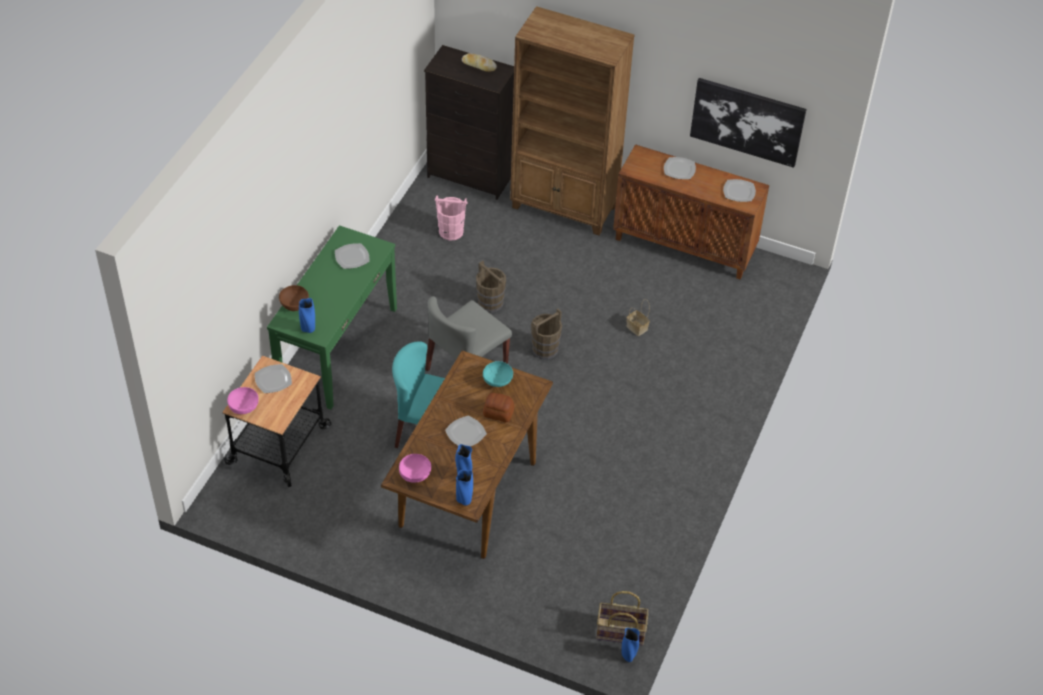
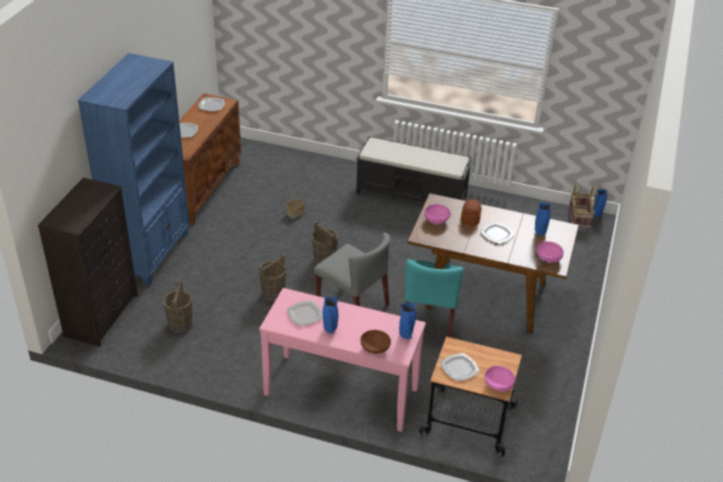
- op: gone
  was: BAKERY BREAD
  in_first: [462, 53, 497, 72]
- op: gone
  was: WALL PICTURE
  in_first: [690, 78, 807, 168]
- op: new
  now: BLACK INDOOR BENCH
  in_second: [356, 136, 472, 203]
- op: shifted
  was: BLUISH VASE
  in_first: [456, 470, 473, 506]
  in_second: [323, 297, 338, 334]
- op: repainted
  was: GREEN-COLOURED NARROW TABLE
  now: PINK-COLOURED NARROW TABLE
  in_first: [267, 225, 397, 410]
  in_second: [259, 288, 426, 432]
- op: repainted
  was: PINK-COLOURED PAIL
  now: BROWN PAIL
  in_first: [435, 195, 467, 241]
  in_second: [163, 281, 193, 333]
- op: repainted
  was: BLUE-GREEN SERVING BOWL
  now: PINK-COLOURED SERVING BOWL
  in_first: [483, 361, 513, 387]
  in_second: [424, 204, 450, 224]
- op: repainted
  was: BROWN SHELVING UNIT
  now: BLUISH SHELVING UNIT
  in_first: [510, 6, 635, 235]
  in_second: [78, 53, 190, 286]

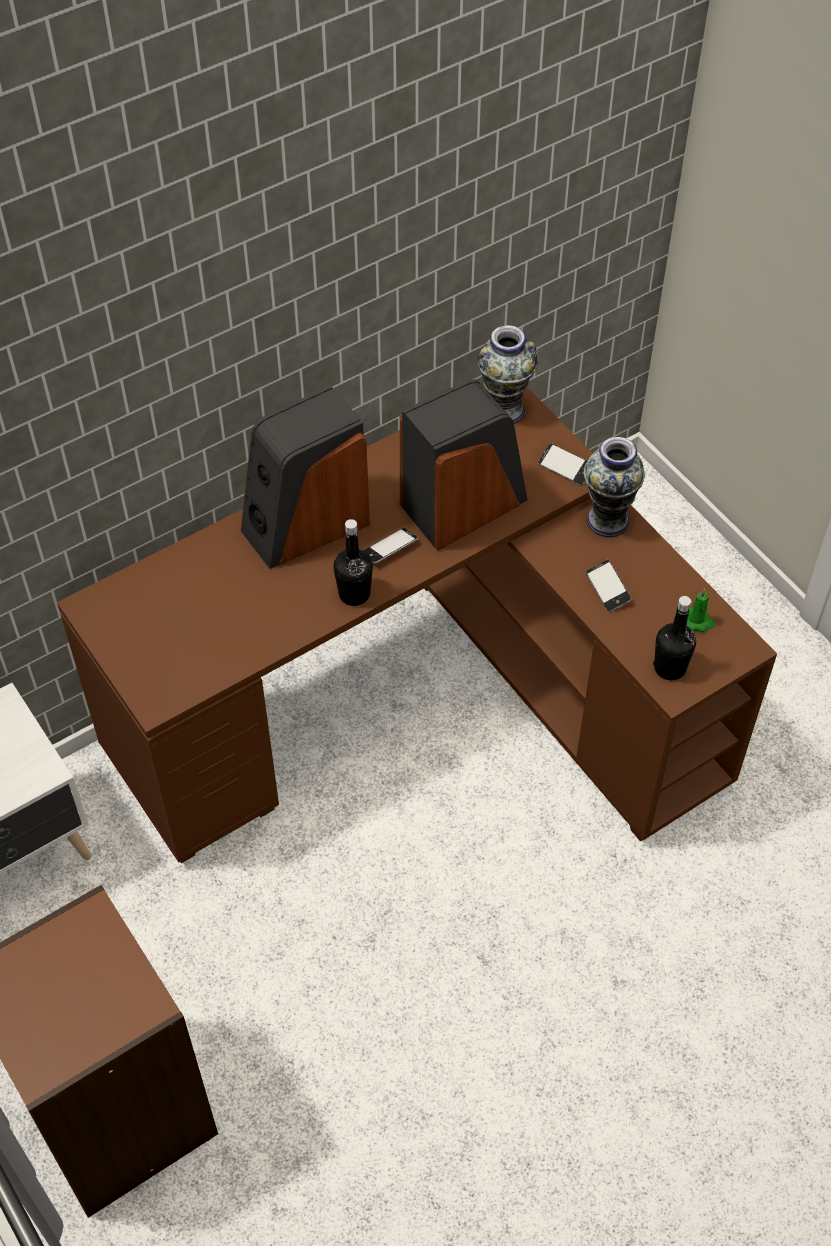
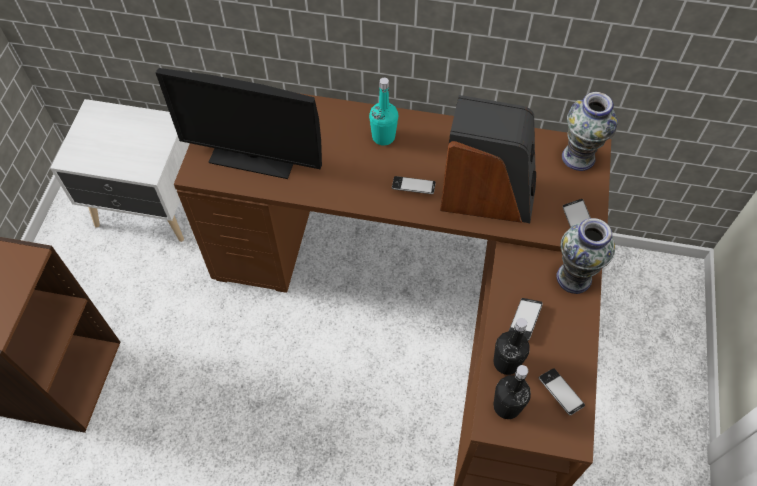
- op: new
  now: MONITOR
  in_second: [156, 68, 322, 179]
- op: shifted
  was: BLACK DRINK BOTTLE
  in_first: [334, 519, 373, 606]
  in_second: [493, 318, 530, 375]
- op: swapped
  was: LOUDSPEAKER
  now: BLUE-GREEN DRINK BOTTLE
  in_first: [241, 385, 370, 569]
  in_second: [369, 78, 398, 145]
- op: swapped
  was: GREEN-COLOURED WAX CANDLE
  now: PHONE
  in_first: [687, 589, 715, 632]
  in_second: [539, 368, 585, 415]

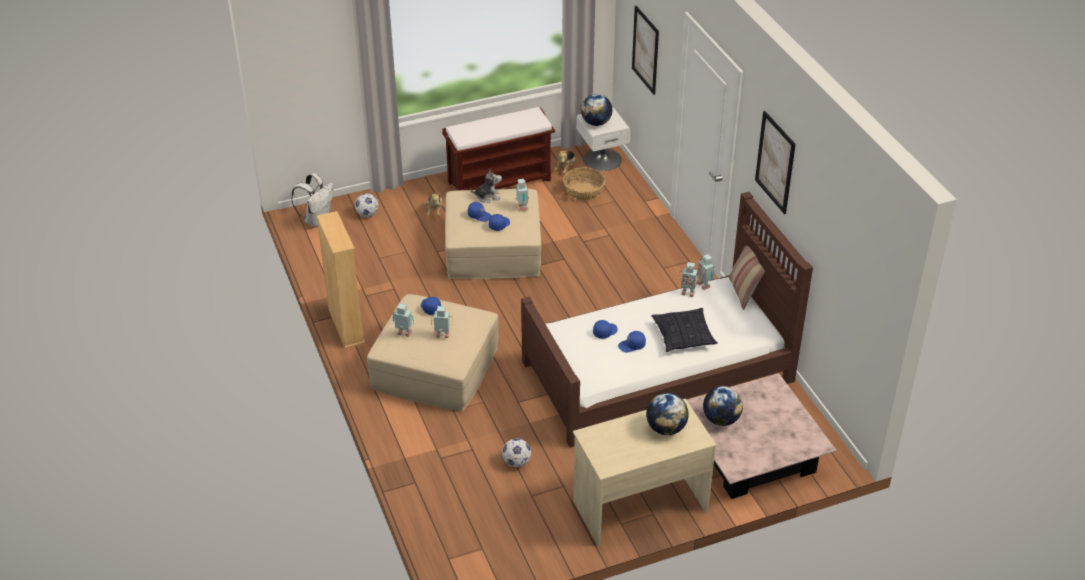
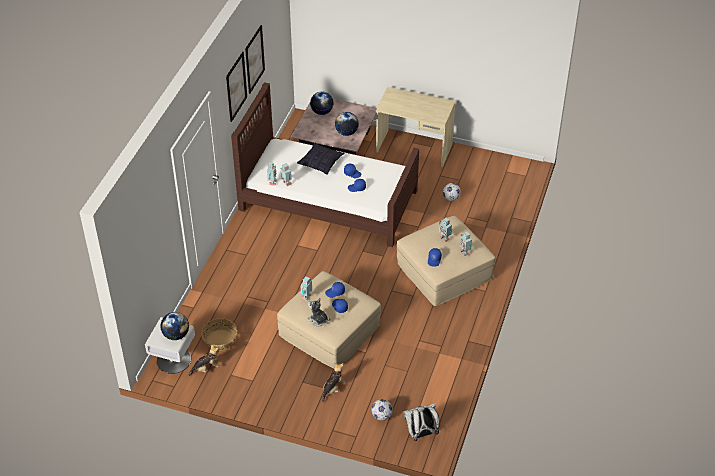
- op: gone
  was: BEIGE SHELVING UNIT
  in_first: [317, 211, 365, 348]
- op: gone
  was: BROWN INDOOR BENCH
  in_first: [442, 107, 555, 191]
- op: gone
  was: PILLOW
  in_first: [728, 246, 765, 310]
- op: shifted
  was: WALL PICTURE
  in_first: [632, 6, 659, 95]
  in_second: [245, 25, 265, 94]
- op: shifted
  was: DESK GLOBE
  in_first: [646, 393, 689, 435]
  in_second: [310, 91, 334, 115]

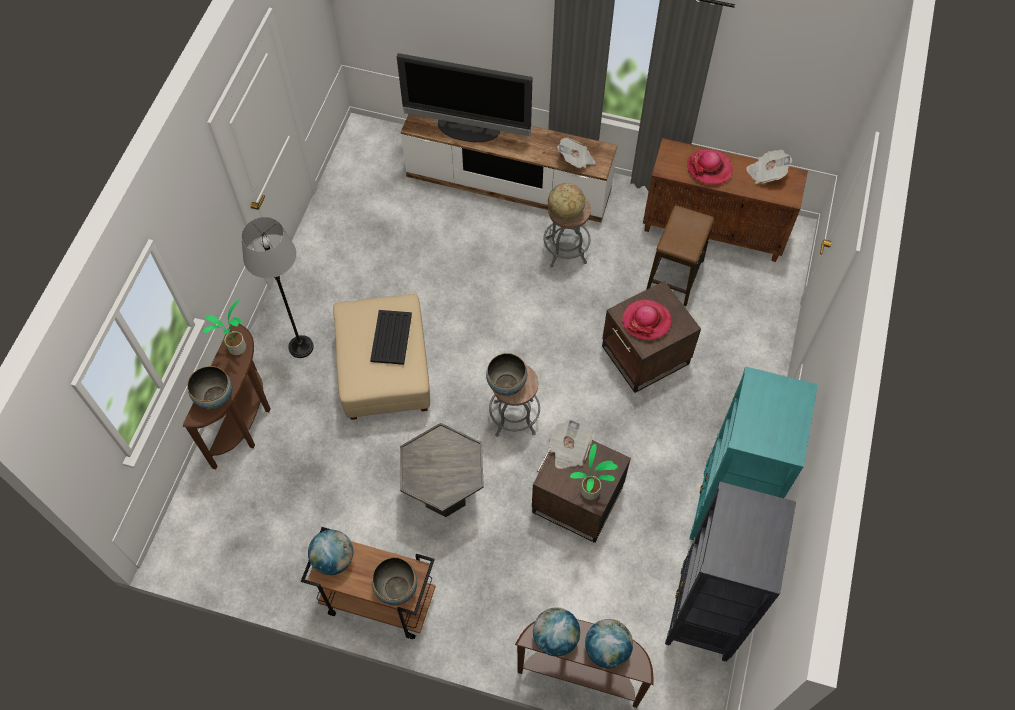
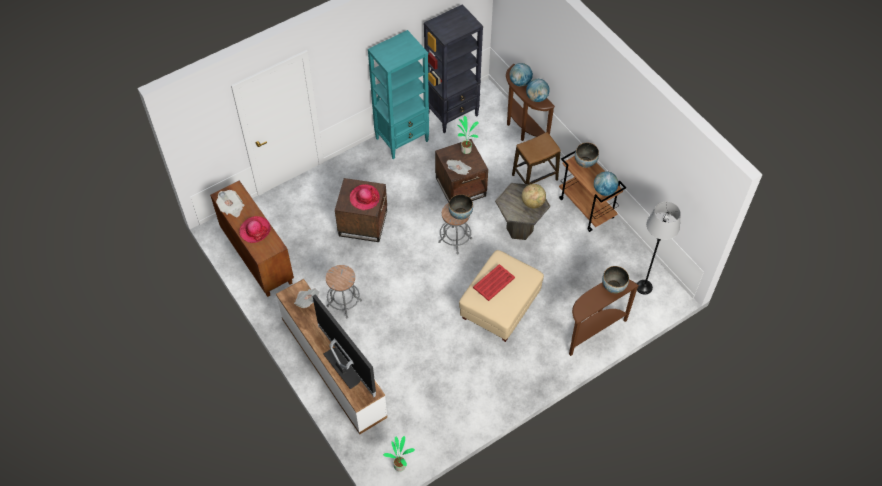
- op: shifted
  was: PLANT IN A POT
  in_first: [203, 299, 246, 355]
  in_second: [383, 436, 415, 472]
- op: shifted
  was: GREYISH FLOOR LAMP
  in_first: [241, 217, 314, 358]
  in_second: [637, 202, 681, 295]
- op: shifted
  was: DESK GLOBE
  in_first: [548, 183, 585, 221]
  in_second: [522, 184, 546, 208]
- op: shifted
  was: SITTING STOOL
  in_first: [646, 205, 714, 306]
  in_second: [512, 132, 561, 184]
- op: repainted
  was: BLACK SERVING TRAY
  now: REDDISH SERVING TRAY
  in_first: [370, 310, 412, 365]
  in_second: [473, 264, 515, 301]

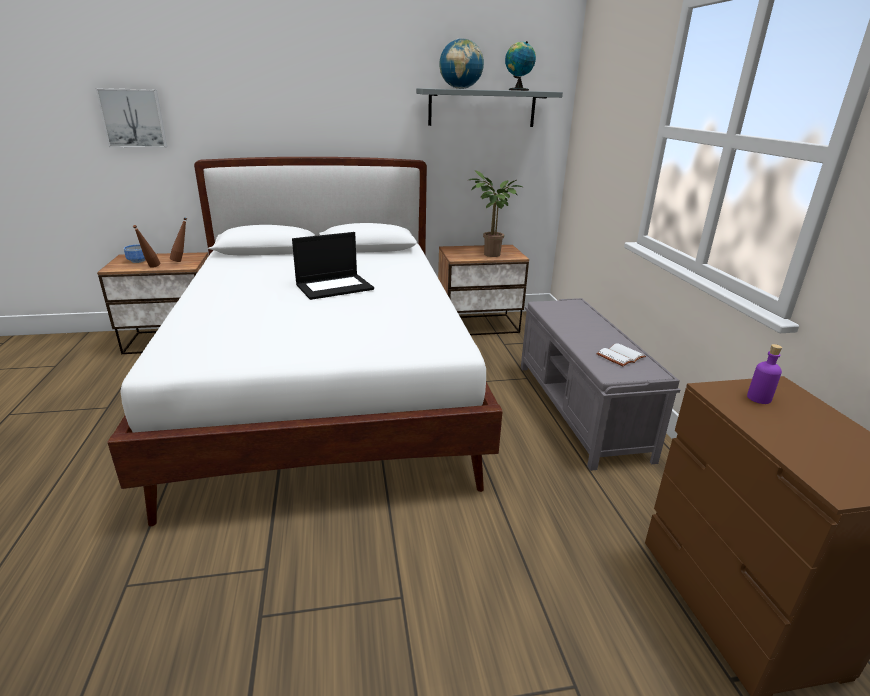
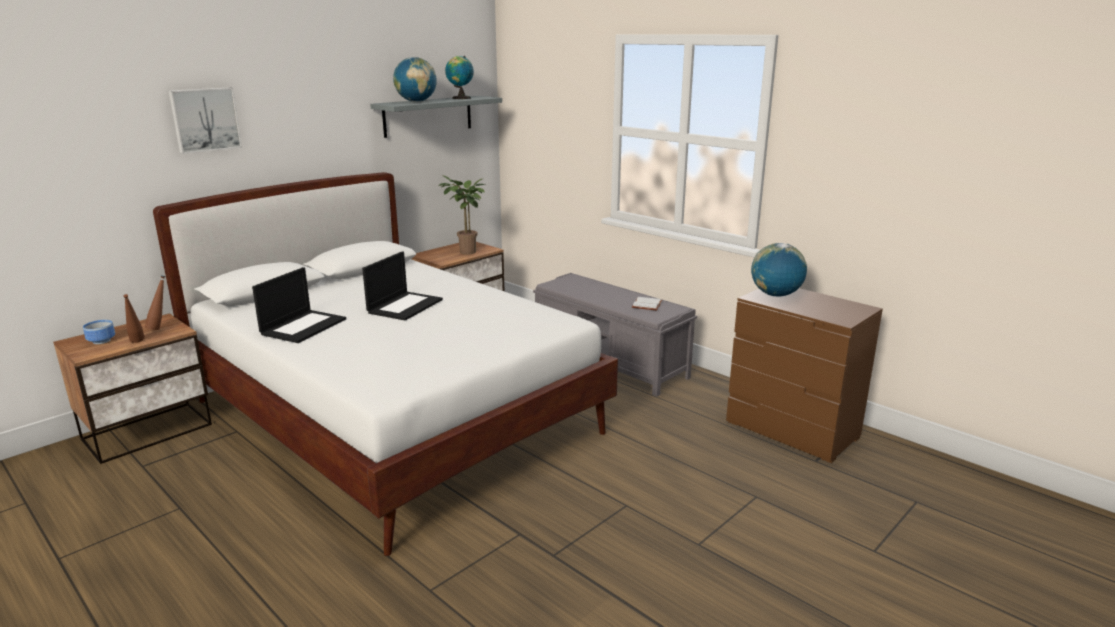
- op: new
  now: PORTABLE COMPUTER
  in_second: [252, 267, 346, 343]
- op: shifted
  was: WALL PICTURE
  in_first: [95, 88, 167, 148]
  in_second: [169, 87, 242, 154]
- op: swapped
  was: PURPLE DRINK BOTTLE
  now: DESK GLOBE
  in_first: [747, 344, 782, 404]
  in_second: [751, 243, 807, 297]

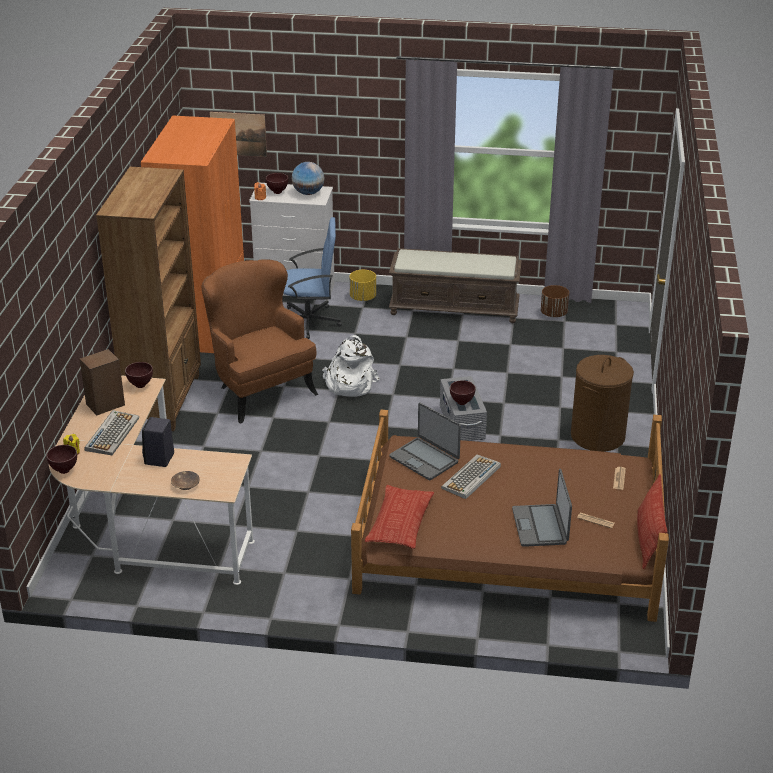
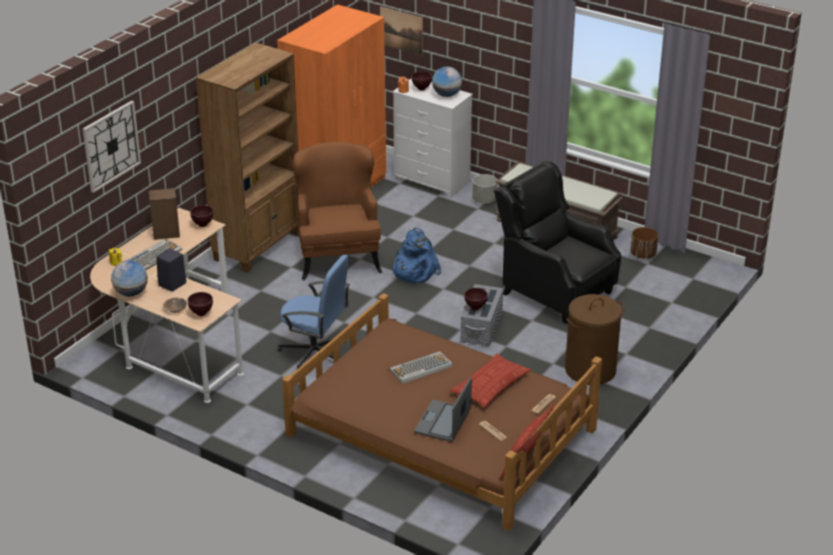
- op: gone
  was: PORTABLE COMPUTER
  in_first: [389, 403, 461, 480]
- op: new
  now: CLOCK ON THE WALL
  in_second: [83, 101, 141, 193]
- op: new
  now: DESK GLOBE
  in_second: [111, 260, 148, 296]
- op: new
  now: BLACK ARMCHAIR
  in_second: [493, 161, 621, 324]
- op: shifted
  was: BROWN SERVING BOWL
  in_first: [46, 445, 77, 474]
  in_second: [187, 292, 213, 316]
- op: shifted
  was: BLUISH OFFICE CHAIR
  in_first: [283, 217, 342, 339]
  in_second: [277, 255, 350, 369]
- op: shifted
  was: PILLOW
  in_first: [365, 485, 434, 549]
  in_second: [450, 353, 531, 407]
- op: repainted
  was: WHITISH BACKPACK
  now: BLUISH BACKPACK
  in_first: [322, 335, 380, 397]
  in_second: [392, 228, 441, 283]
- op: repainted
  was: YELLOWISH PLANT POT
  now: GREYISH PLANT POT
  in_first: [350, 270, 376, 301]
  in_second: [472, 174, 498, 204]

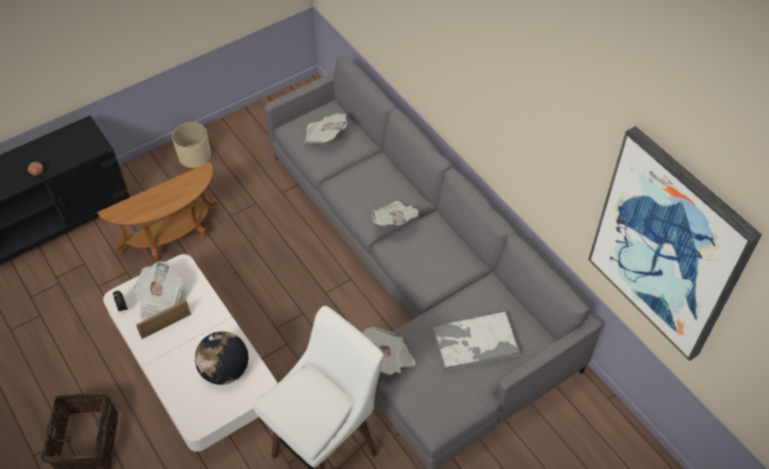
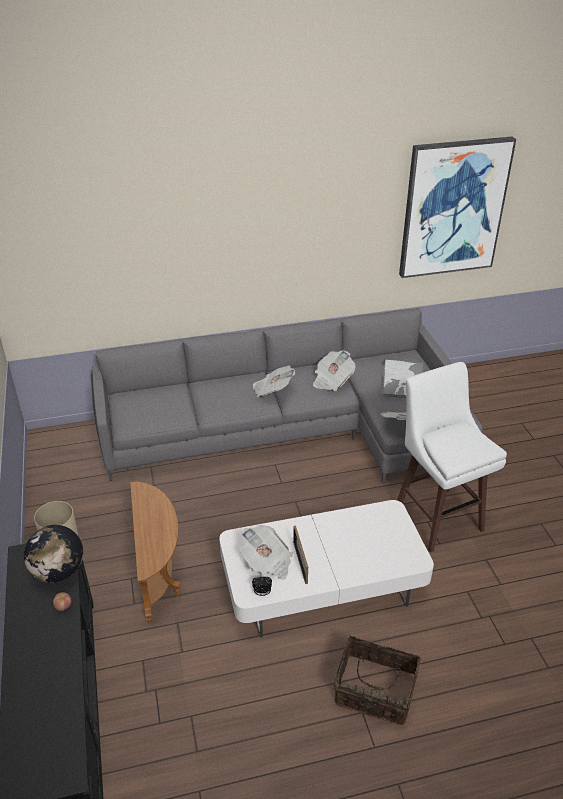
- op: shifted
  was: DESK GLOBE
  in_first: [195, 331, 248, 385]
  in_second: [24, 525, 83, 583]
- op: shifted
  was: NEWSPAPER
  in_first: [304, 113, 347, 143]
  in_second: [313, 351, 356, 391]

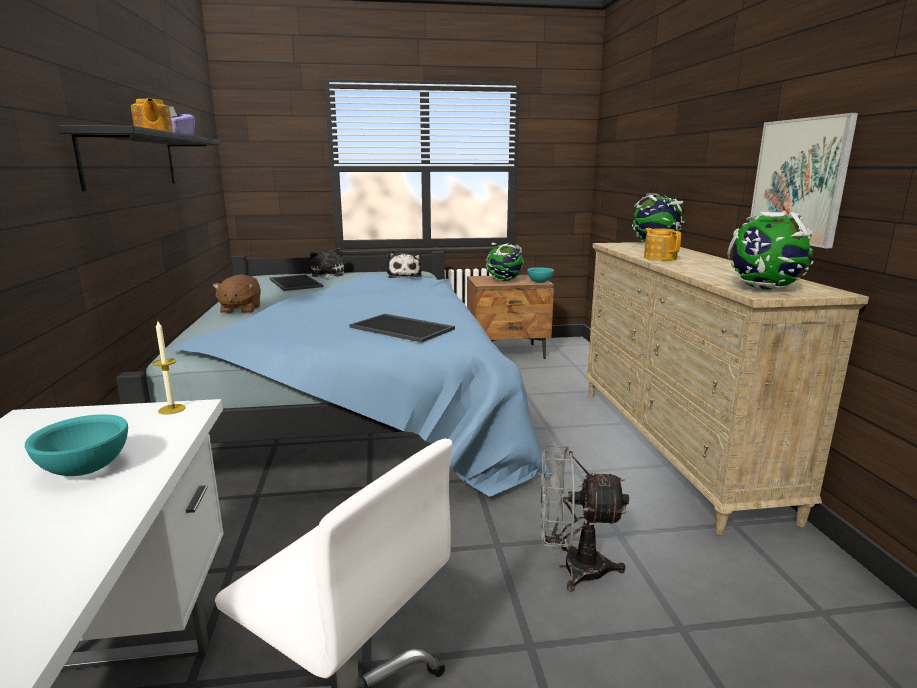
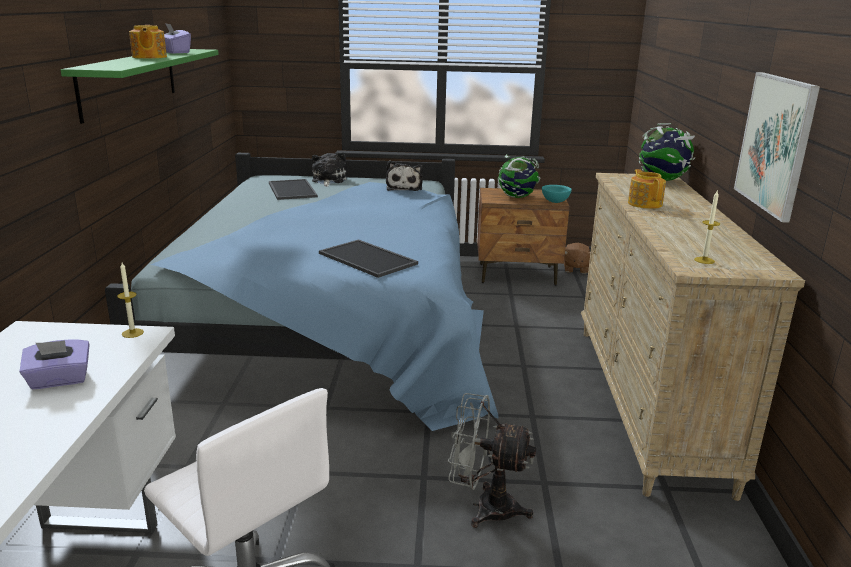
- op: shifted
  was: BROWN CUDDLY TOY
  in_first: [212, 274, 261, 314]
  in_second: [564, 243, 590, 274]
- op: swapped
  was: BLUE-GREEN SERVING BOWL
  now: PURPLE TISSUE BOX
  in_first: [25, 414, 128, 476]
  in_second: [19, 339, 90, 389]
- op: swapped
  was: DESK GLOBE
  now: WAX CANDLE
  in_first: [727, 211, 814, 290]
  in_second: [694, 191, 720, 264]
- op: repainted
  was: BLACK SHELF
  now: GREEN-COLOURED SHELF
  in_first: [58, 125, 220, 191]
  in_second: [61, 49, 219, 124]

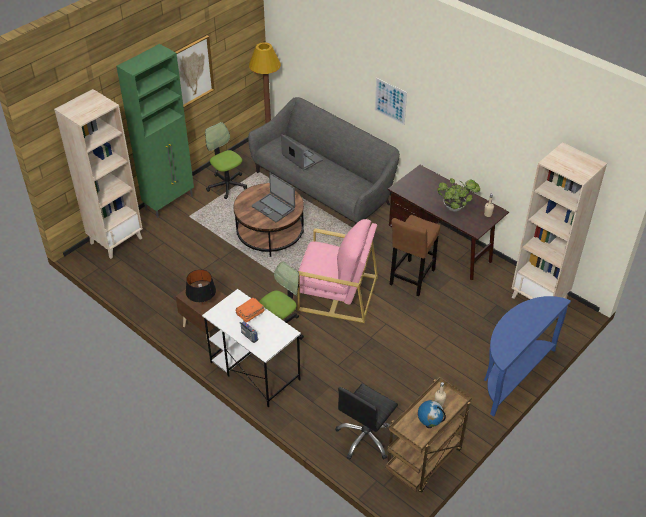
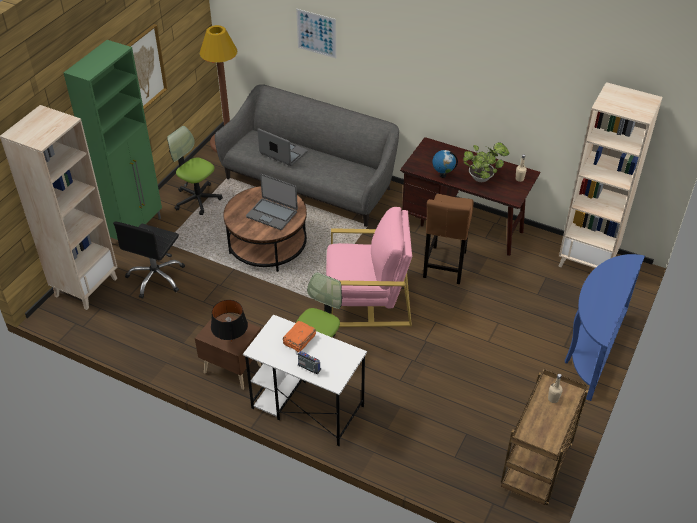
- op: shifted
  was: BLACK OFFICE CHAIR
  in_first: [335, 383, 398, 460]
  in_second: [113, 222, 185, 299]
- op: shifted
  was: WALL PICTURE
  in_first: [375, 78, 407, 125]
  in_second: [296, 9, 336, 58]
- op: shifted
  was: DESK GLOBE
  in_first: [418, 400, 446, 428]
  in_second: [432, 150, 458, 178]

